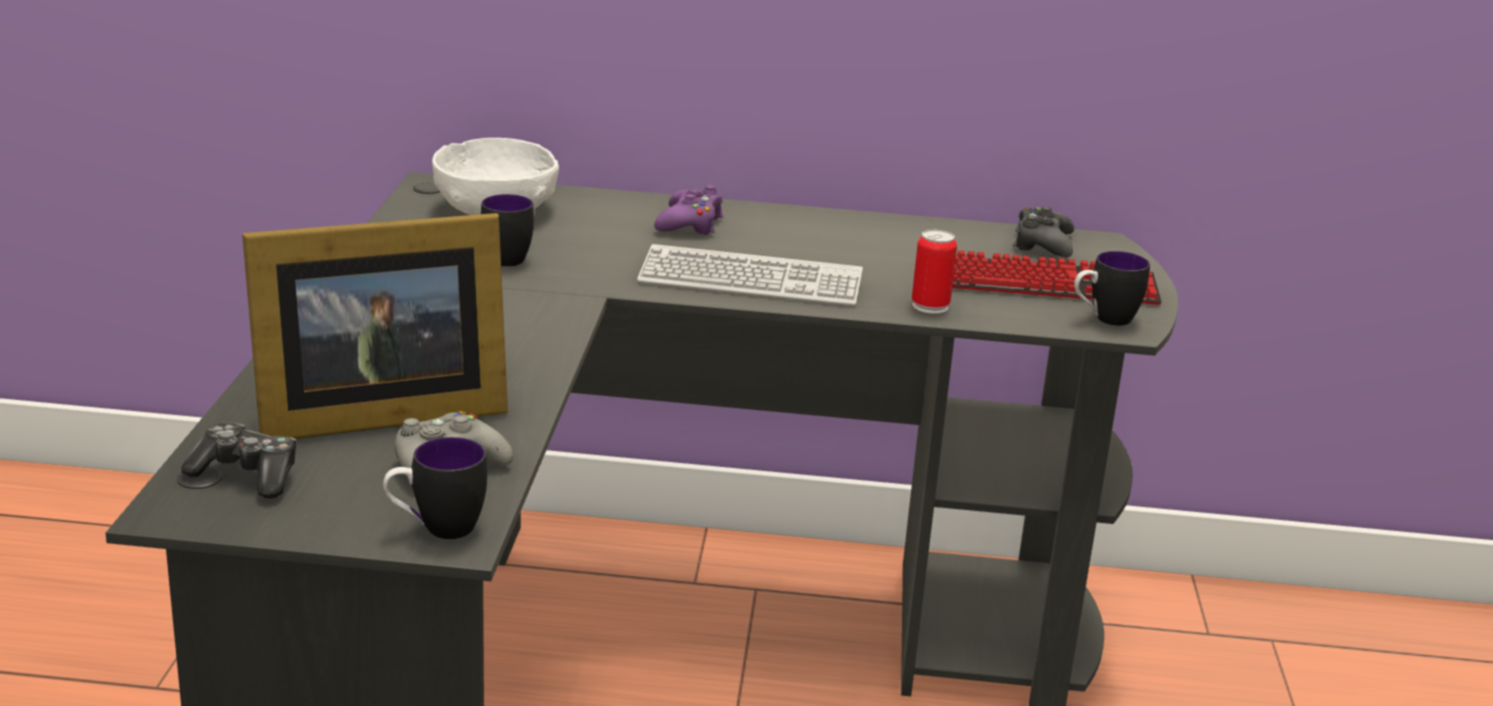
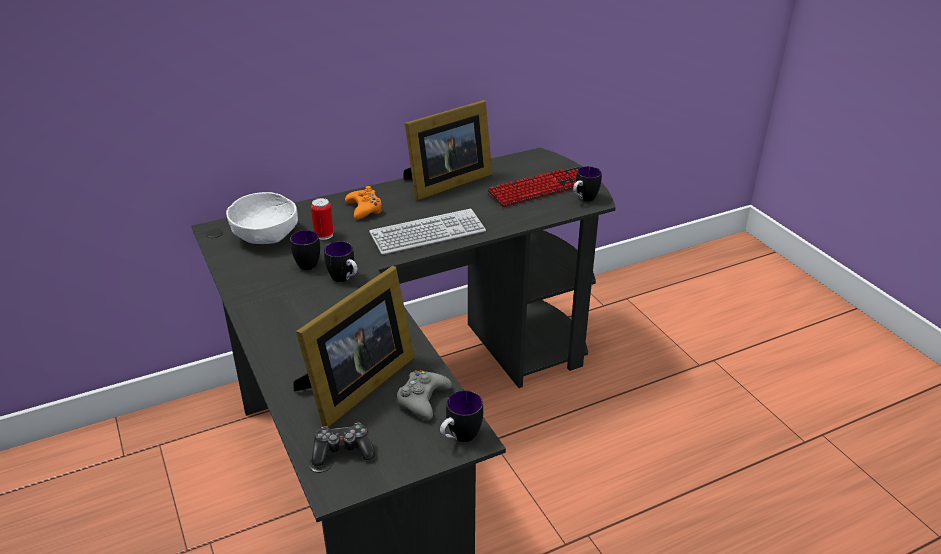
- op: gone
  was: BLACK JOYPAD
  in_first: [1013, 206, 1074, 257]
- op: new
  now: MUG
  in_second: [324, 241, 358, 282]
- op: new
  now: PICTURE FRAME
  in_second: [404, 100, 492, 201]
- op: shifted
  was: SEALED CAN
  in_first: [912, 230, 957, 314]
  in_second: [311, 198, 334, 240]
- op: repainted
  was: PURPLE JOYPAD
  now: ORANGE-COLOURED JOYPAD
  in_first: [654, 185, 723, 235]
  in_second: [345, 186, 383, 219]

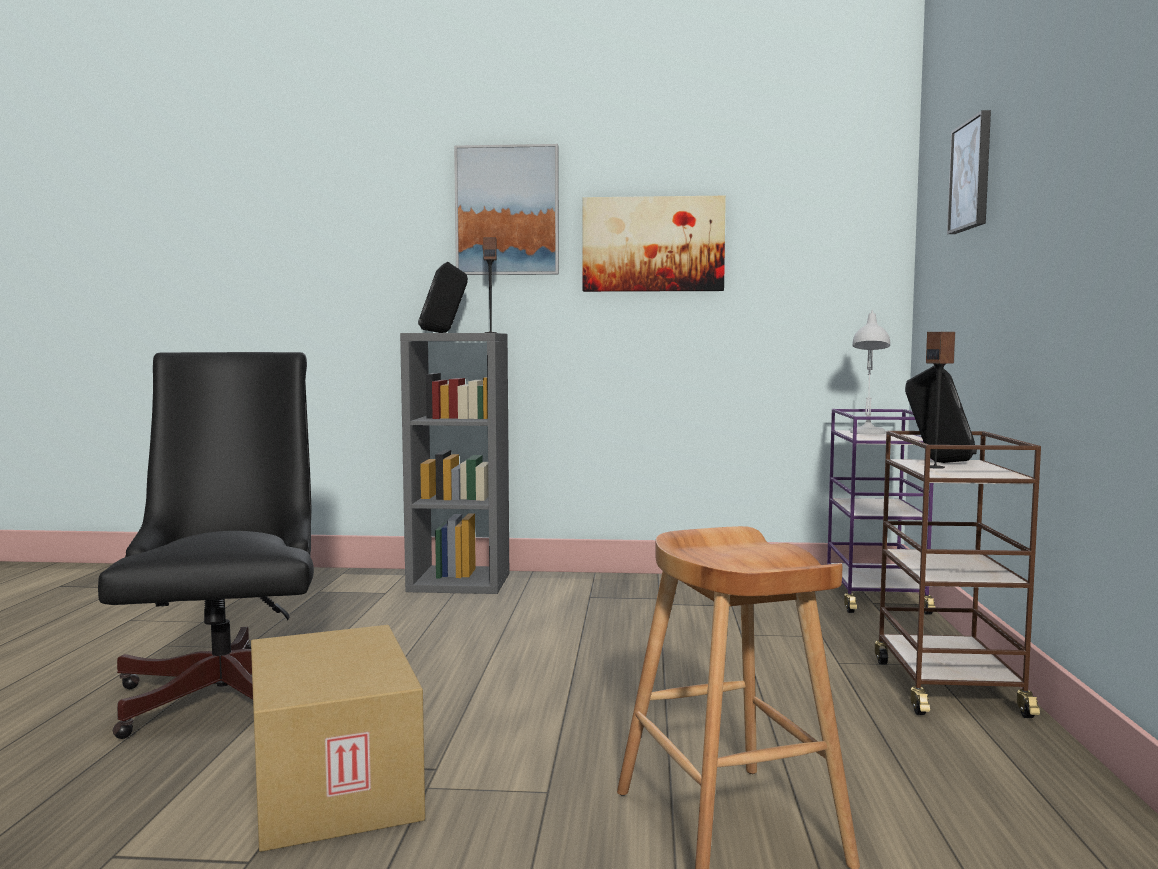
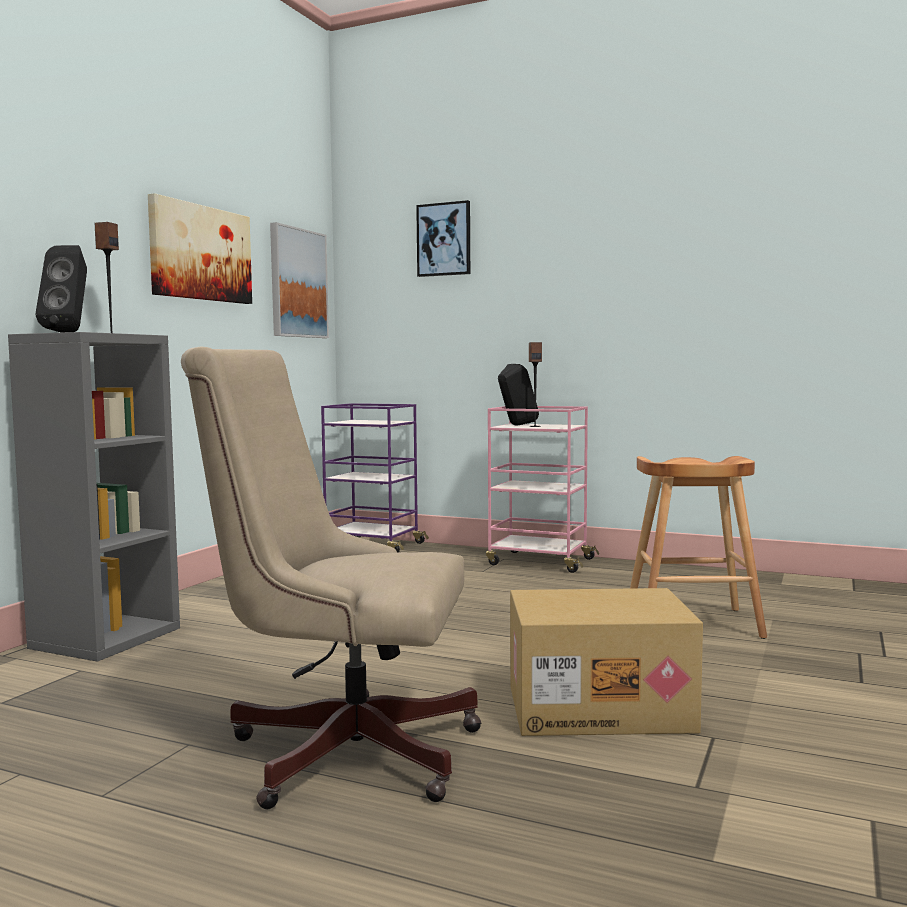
- op: gone
  was: WHITISH TABLE LAMP
  in_first: [850, 310, 890, 435]
- op: shifted
  was: WALL PICTURE
  in_first: [454, 144, 559, 275]
  in_second: [270, 222, 329, 338]
- op: repainted
  was: BLACK OFFICE CHAIR
  now: BEIGE OFFICE CHAIR
  in_first: [98, 352, 314, 739]
  in_second: [181, 346, 481, 809]
- op: repainted
  was: BROWN TROLLEY
  now: PINK-COLOURED TROLLEY
  in_first: [875, 431, 1041, 718]
  in_second: [486, 406, 599, 573]

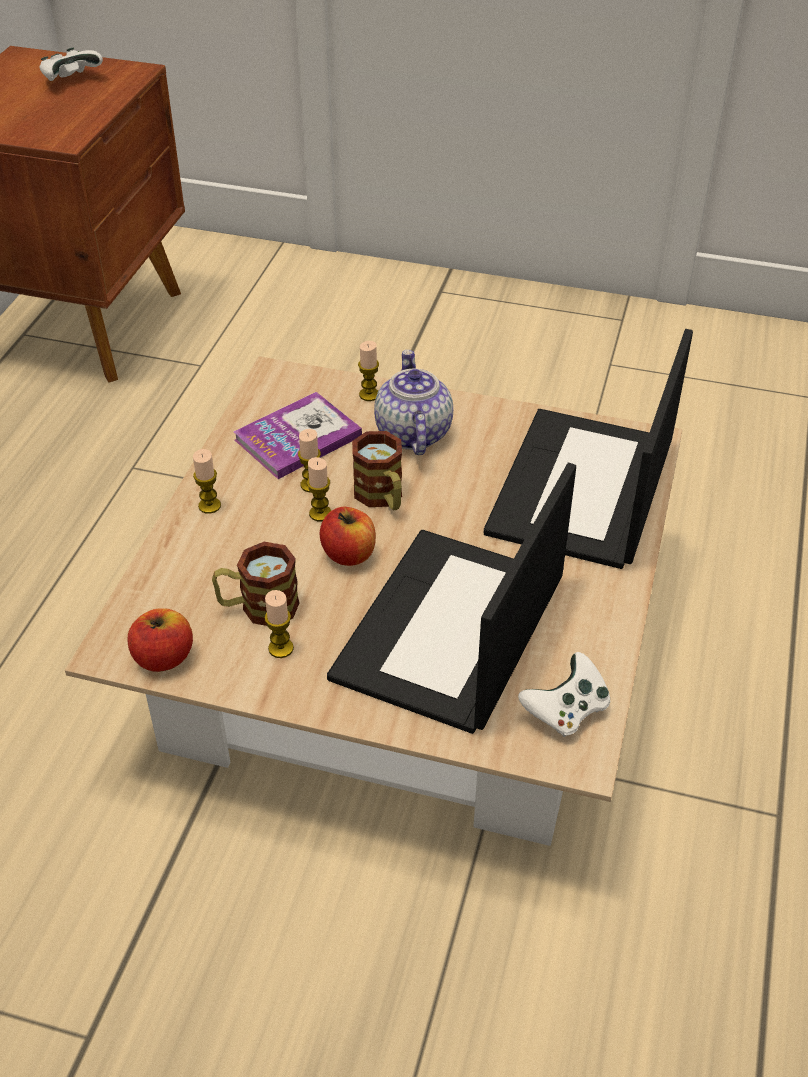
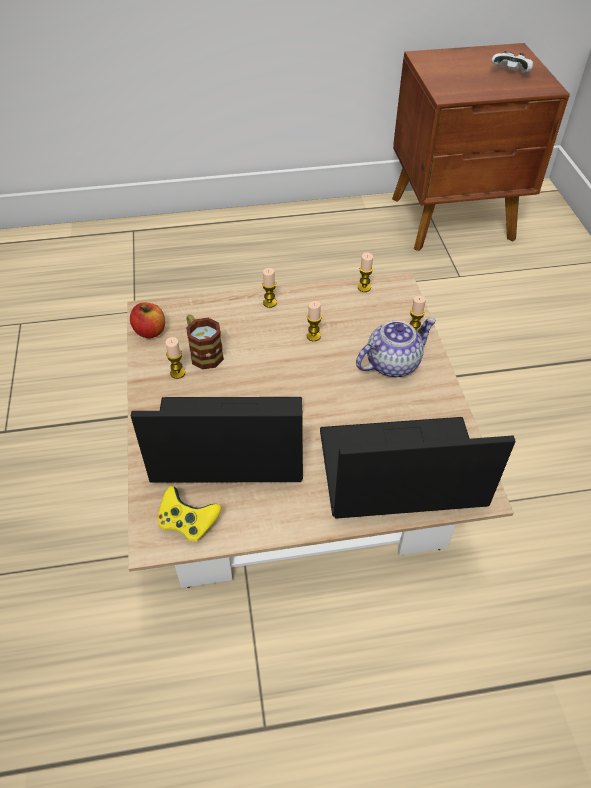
- op: gone
  was: BOOK
  in_first: [233, 392, 362, 479]
- op: gone
  was: APPLE FRUIT
  in_first: [320, 507, 376, 566]
- op: gone
  was: MUG
  in_first: [352, 431, 402, 510]
- op: shifted
  was: WAX CANDLE
  in_first: [307, 457, 332, 521]
  in_second: [358, 252, 373, 292]
- op: repainted
  was: WHITISH JOYPAD
  now: YELLOWISH JOYPAD
  in_first: [518, 652, 611, 737]
  in_second: [158, 486, 221, 541]

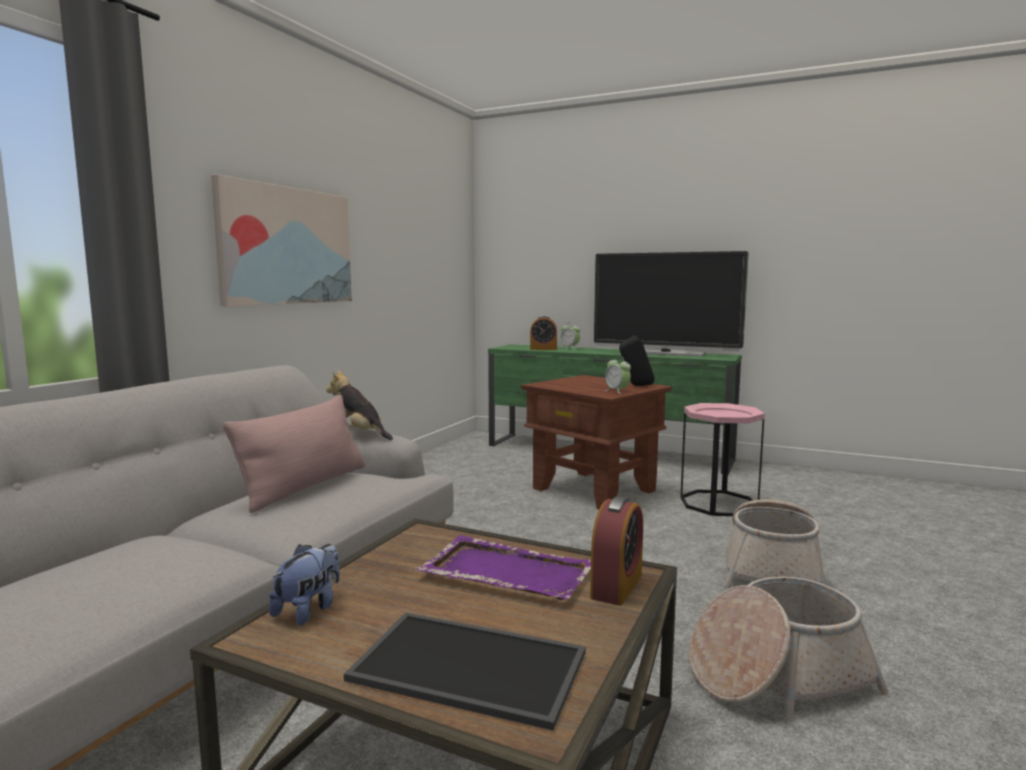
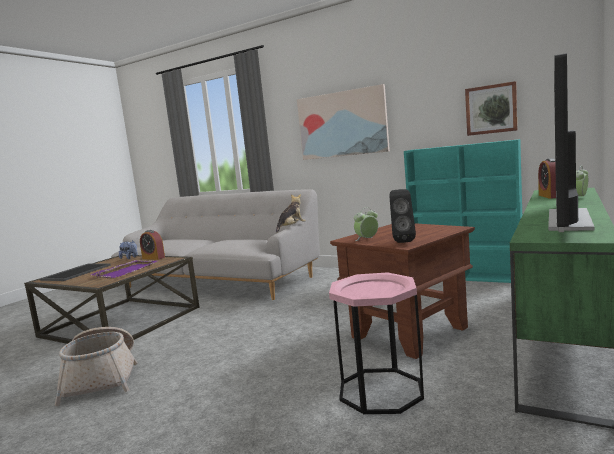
- op: gone
  was: PINK-COLOURED PILLOW
  in_first: [223, 395, 365, 513]
- op: gone
  was: STORAGE BASKET
  in_first: [724, 499, 824, 587]
- op: new
  now: BLUE-GREEN SHELVING UNIT
  in_second: [404, 139, 522, 283]
- op: new
  now: WALL PICTURE
  in_second: [465, 81, 517, 136]
- op: shifted
  was: TABLE CLOCK
  in_first: [590, 496, 643, 606]
  in_second: [140, 230, 165, 260]

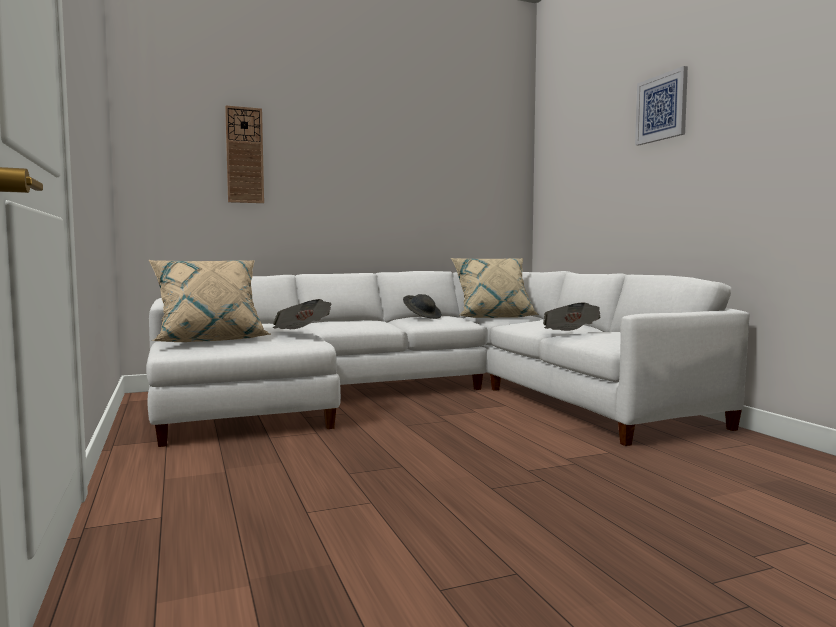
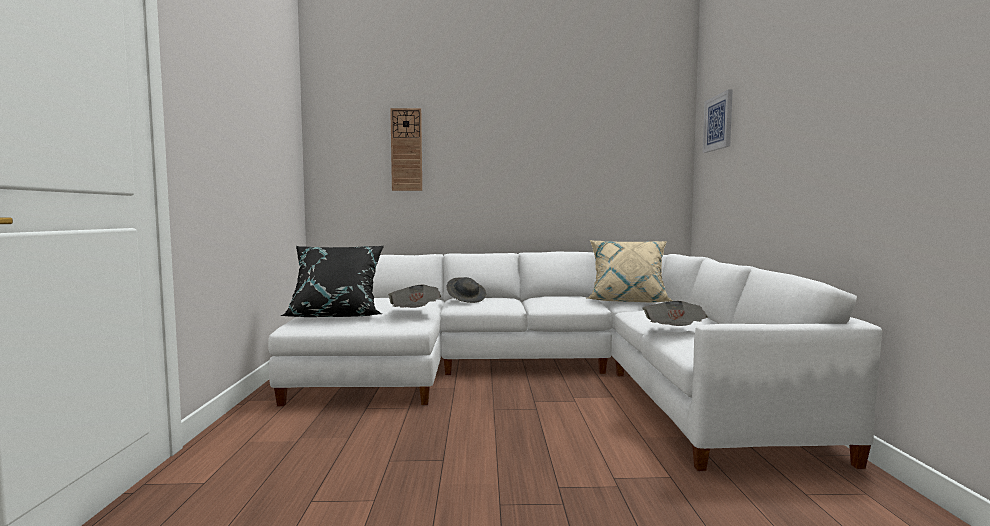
- op: shifted
  was: GREYISH HAT
  in_first: [403, 294, 442, 319]
  in_second: [446, 277, 486, 303]
- op: shifted
  was: WALL PICTURE
  in_first: [635, 66, 688, 145]
  in_second: [703, 89, 733, 153]
- op: repainted
  was: BEIGE PILLOW
  now: BLACK PILLOW
  in_first: [149, 260, 271, 342]
  in_second: [281, 246, 384, 317]

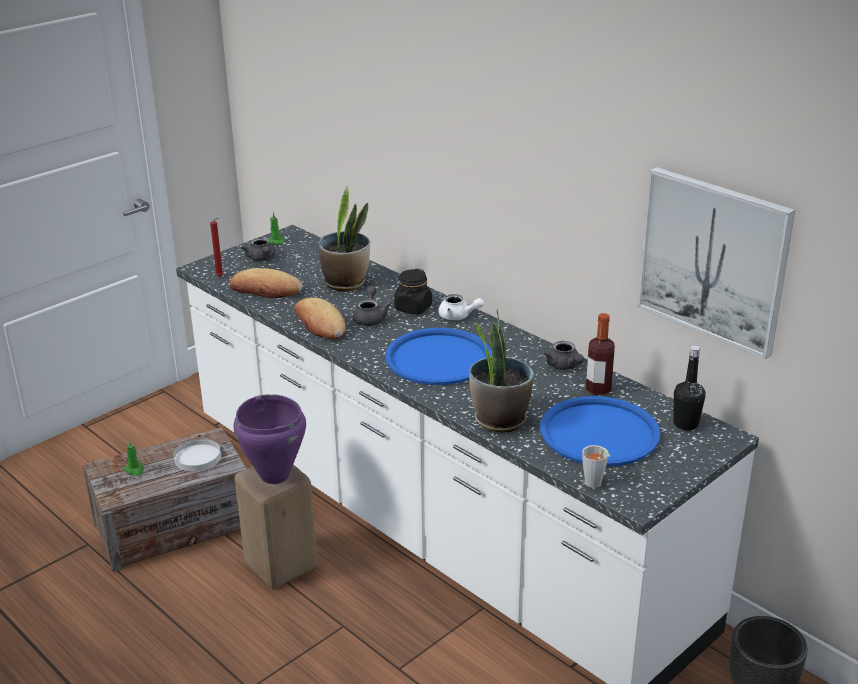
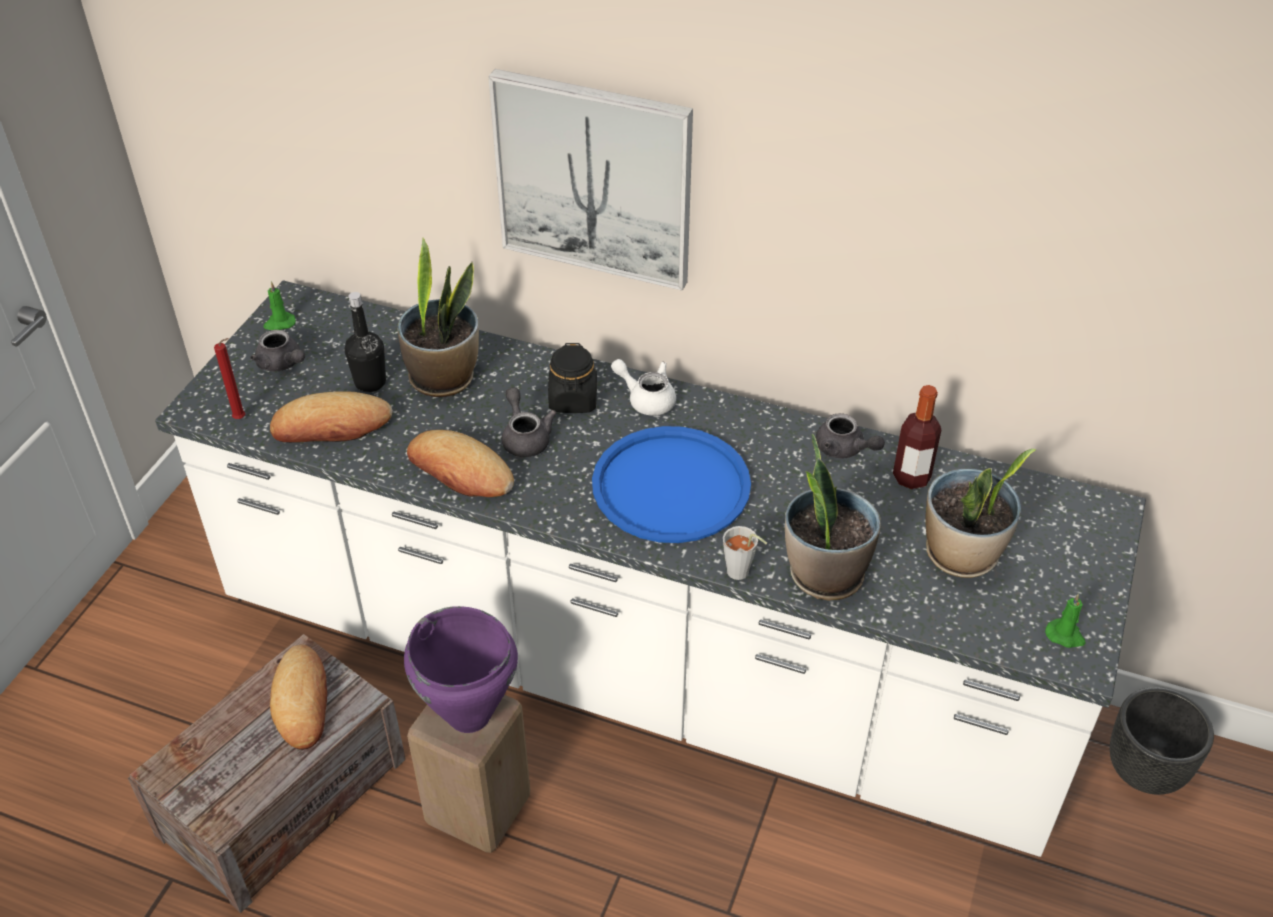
- op: shifted
  was: GREEN-COLOURED WAX CANDLE
  in_first: [124, 440, 144, 476]
  in_second: [1045, 594, 1086, 648]
- op: shifted
  was: GREYISH DRINKING CUP
  in_first: [582, 445, 610, 488]
  in_second: [723, 526, 767, 580]
- op: shifted
  was: WALL PICTURE
  in_first: [637, 167, 795, 359]
  in_second: [488, 69, 693, 291]
- op: shifted
  was: BLACK DRINK BOTTLE
  in_first: [673, 346, 706, 430]
  in_second: [345, 292, 386, 392]
- op: swapped
  was: WHITISH DINNER PLATE
  now: BAKERY BREAD
  in_first: [173, 439, 221, 472]
  in_second: [270, 644, 327, 750]
- op: swapped
  was: BLUISH SERVING TRAY
  now: PLANT IN A POT
  in_first: [540, 396, 661, 467]
  in_second: [926, 449, 1036, 578]
- op: rotated
  was: WHITISH TEA POT
  in_first: [439, 294, 484, 320]
  in_second: [611, 359, 676, 415]
  clockwise: -150

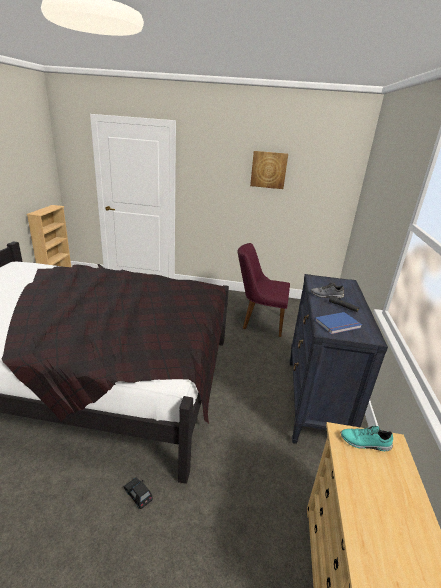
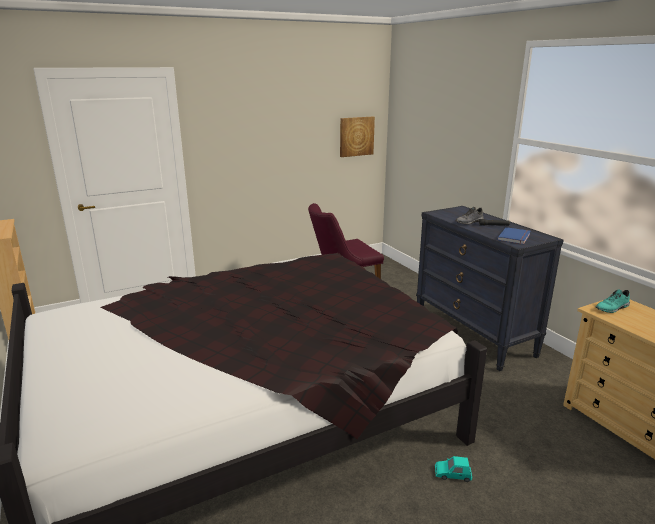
- op: shifted
  was: WALL PICTURE
  in_first: [250, 151, 288, 189]
  in_second: [340, 116, 375, 157]
- op: repainted
  was: BLACK MODEL CAR
  now: BLUE-GREEN MODEL CAR
  in_first: [124, 478, 153, 509]
  in_second: [435, 456, 472, 482]

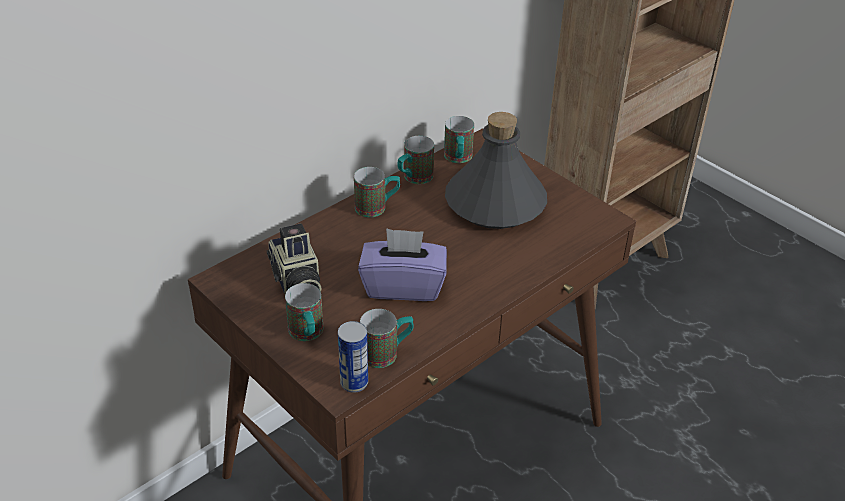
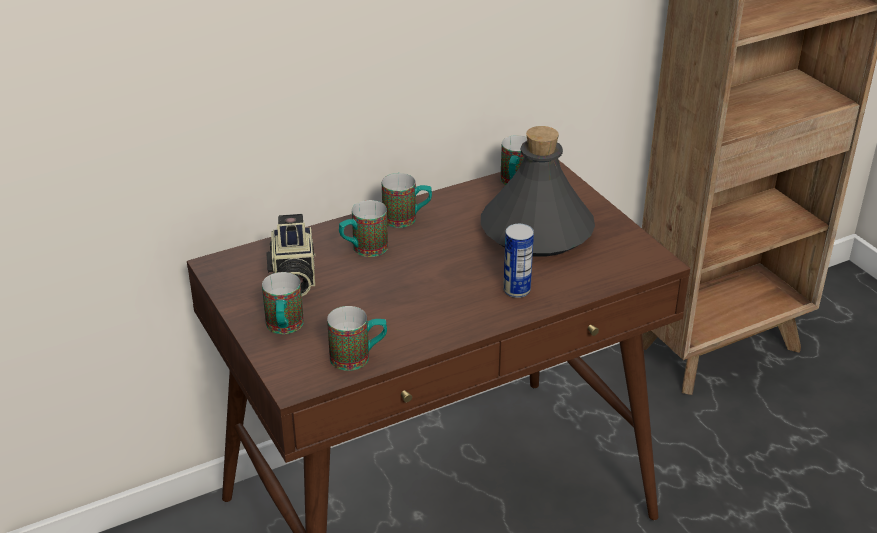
- op: gone
  was: PURPLE TISSUE BOX
  in_first: [358, 228, 447, 301]
- op: shifted
  was: SEALED CAN
  in_first: [338, 321, 368, 393]
  in_second: [503, 224, 534, 298]
- op: shifted
  was: MUG
  in_first: [397, 136, 434, 184]
  in_second: [339, 200, 388, 257]

